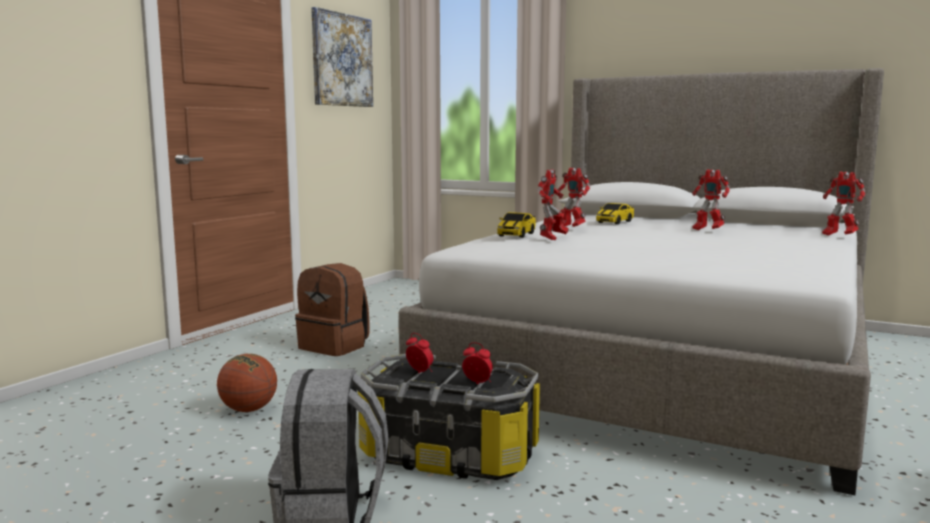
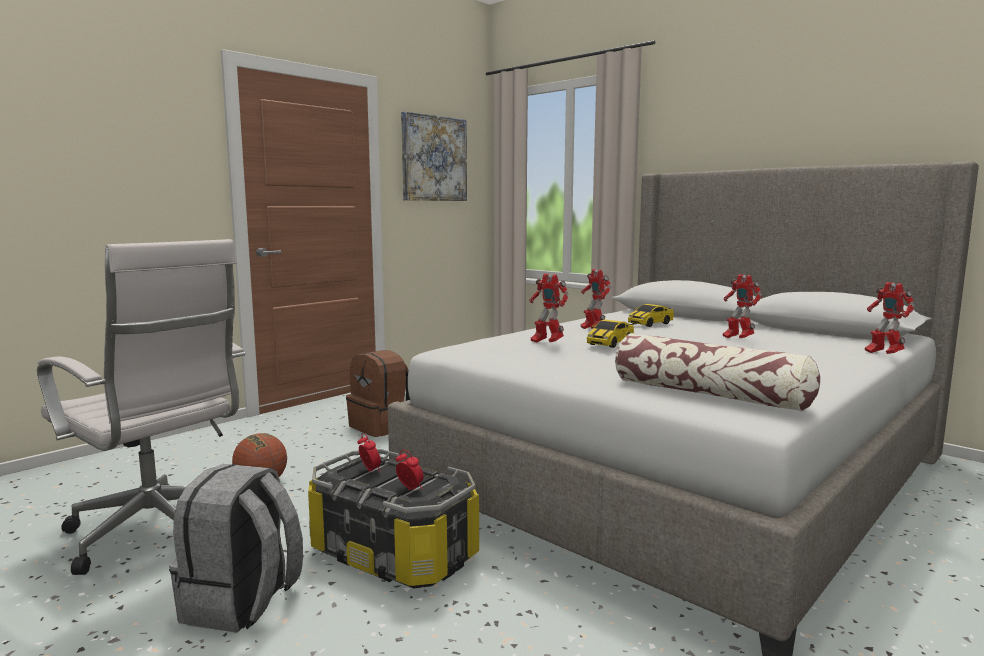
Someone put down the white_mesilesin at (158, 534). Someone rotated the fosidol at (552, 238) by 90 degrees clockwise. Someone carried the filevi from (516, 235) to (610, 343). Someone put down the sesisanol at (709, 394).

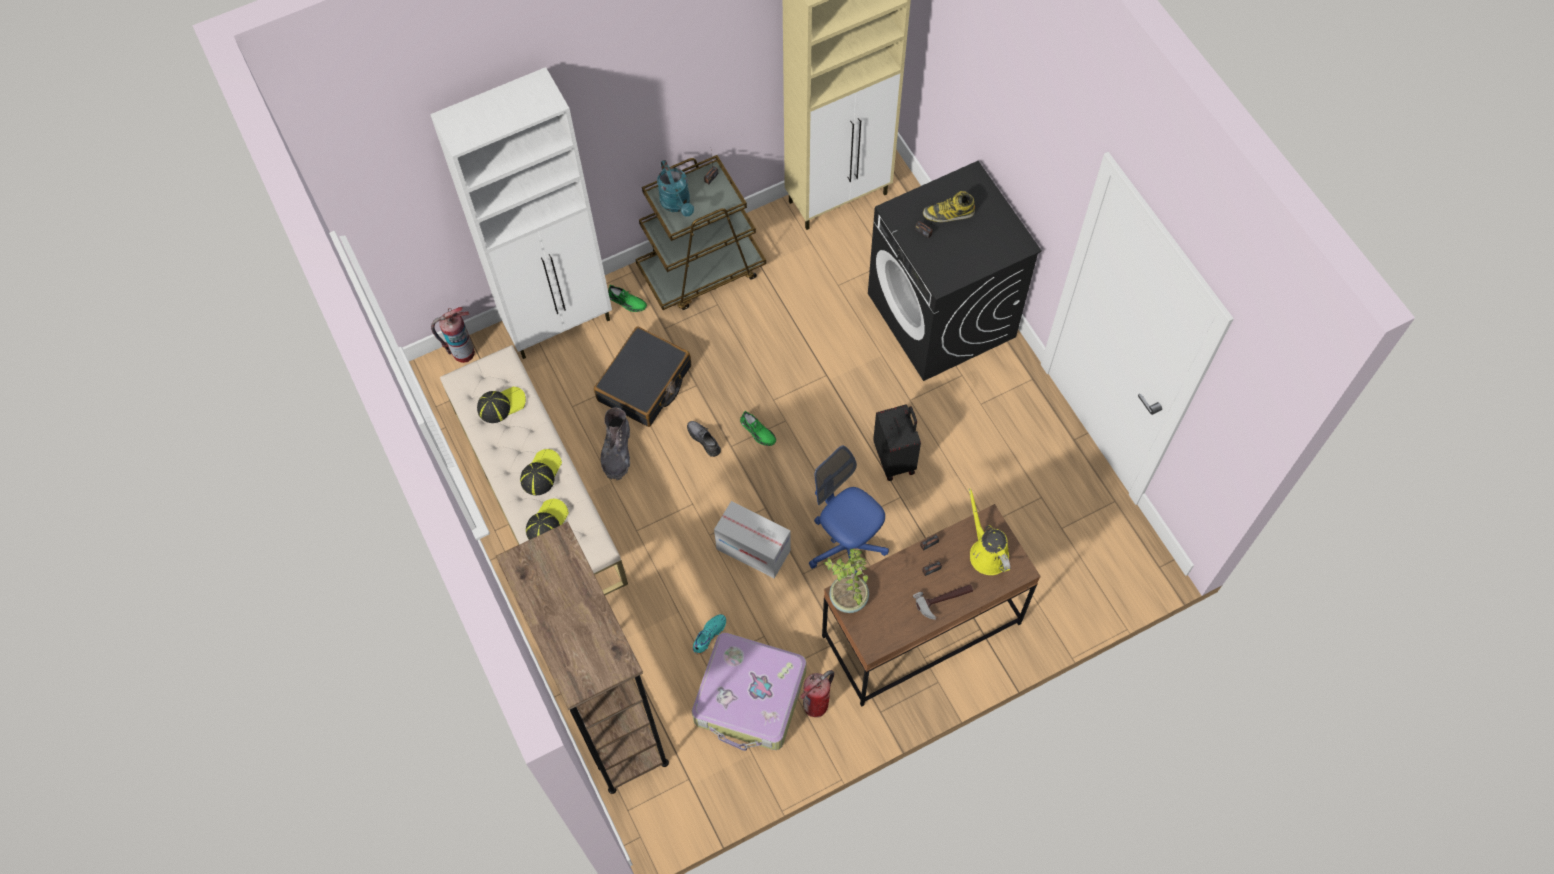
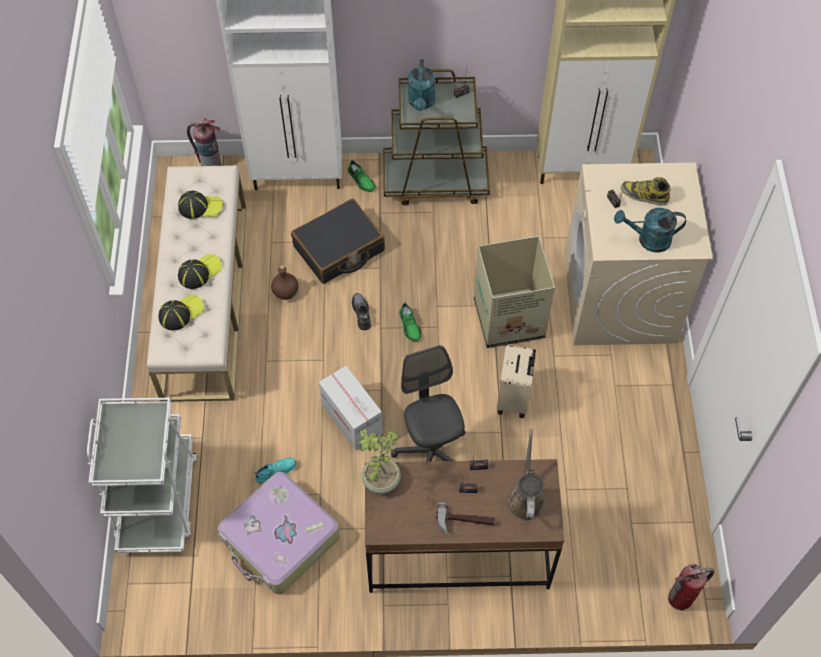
Someone swapped the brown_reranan at (609, 715) for the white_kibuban at (158, 498). Someone swapped the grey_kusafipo at (617, 451) for the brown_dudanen at (286, 292). Someone repainted the blue_mesilesin at (846, 547), which became the grey_mesilesin at (431, 453). Someone put down the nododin at (510, 318). Someone repainted the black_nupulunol at (895, 459), which became the beige_nupulunol at (514, 398). Someone repainted the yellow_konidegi at (986, 552), which became the brown_konidegi at (526, 497). Someone repainted the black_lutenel at (942, 316), which became the beige_lutenel at (619, 299). Someone put down the turquoise_konidegi at (648, 240). Someone carried the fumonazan from (816, 705) to (680, 599).

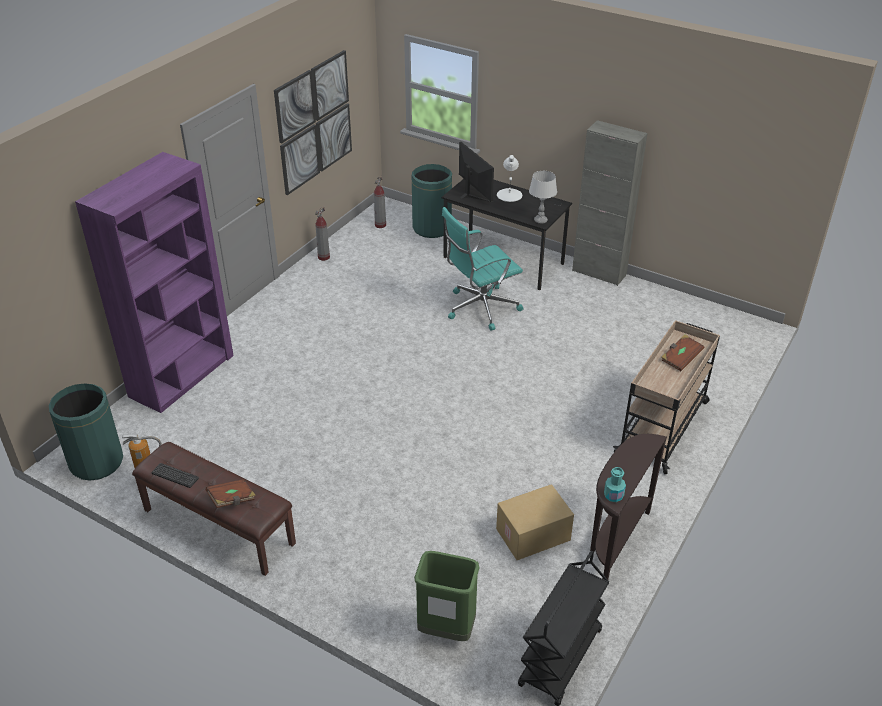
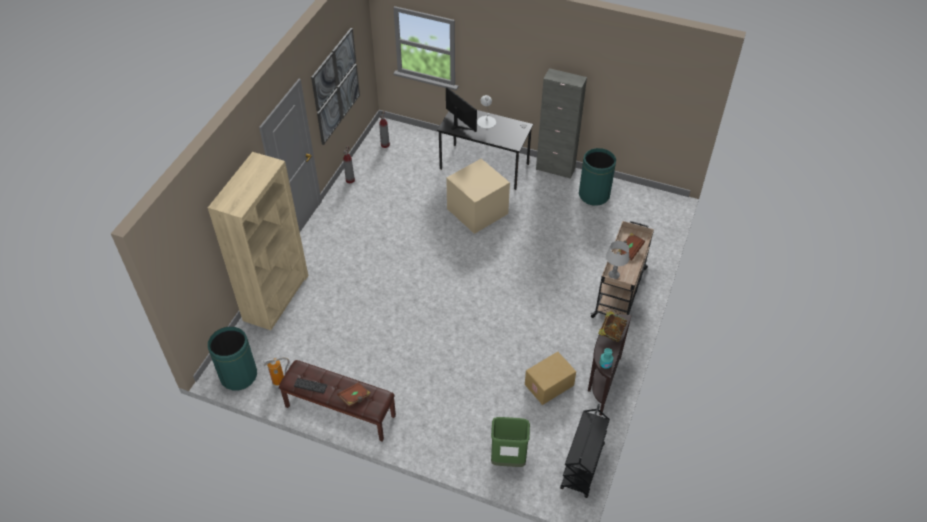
Someone repainted the purple_reranan at (182, 375), which became the beige_reranan at (276, 297). Someone swapped the turquoise_mesilesin at (480, 308) for the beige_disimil at (476, 211). Someone carried the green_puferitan from (432, 228) to (594, 195). Someone put down the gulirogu at (611, 332). Someone carried the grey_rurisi from (540, 220) to (614, 275).

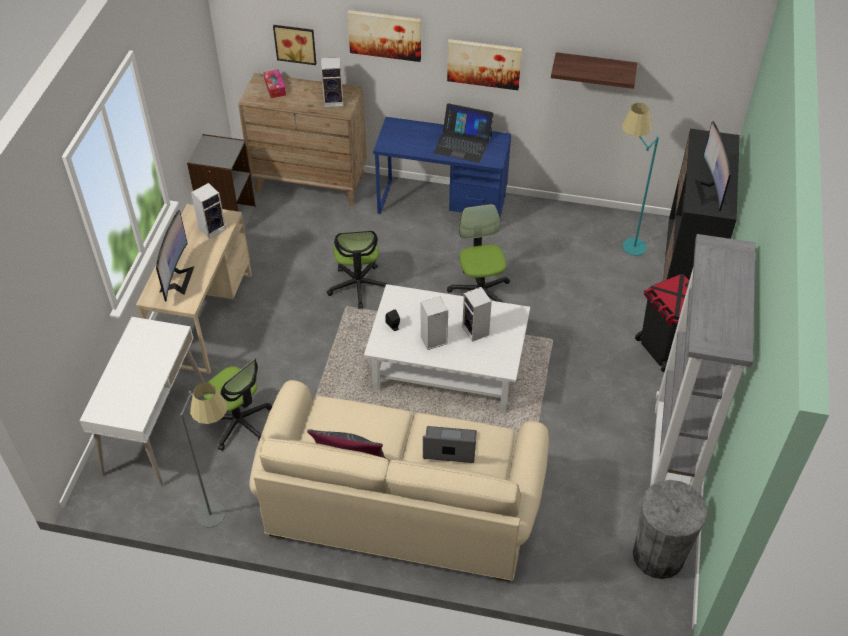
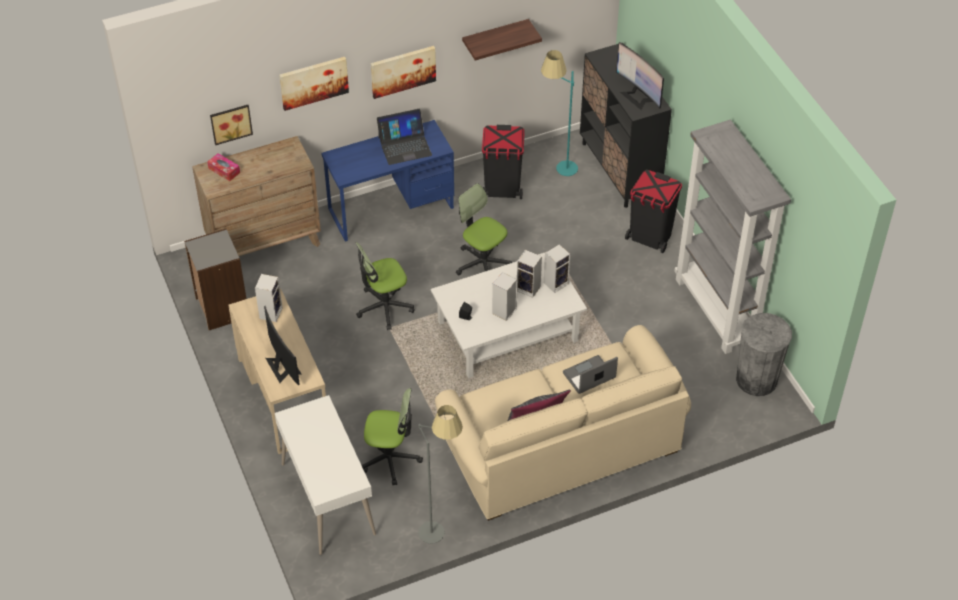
Someone rotated the mesilesin at (358, 286) by 105 degrees clockwise. Someone put down the black_puferitan at (502, 189). Someone carried the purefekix from (334, 100) to (556, 282).

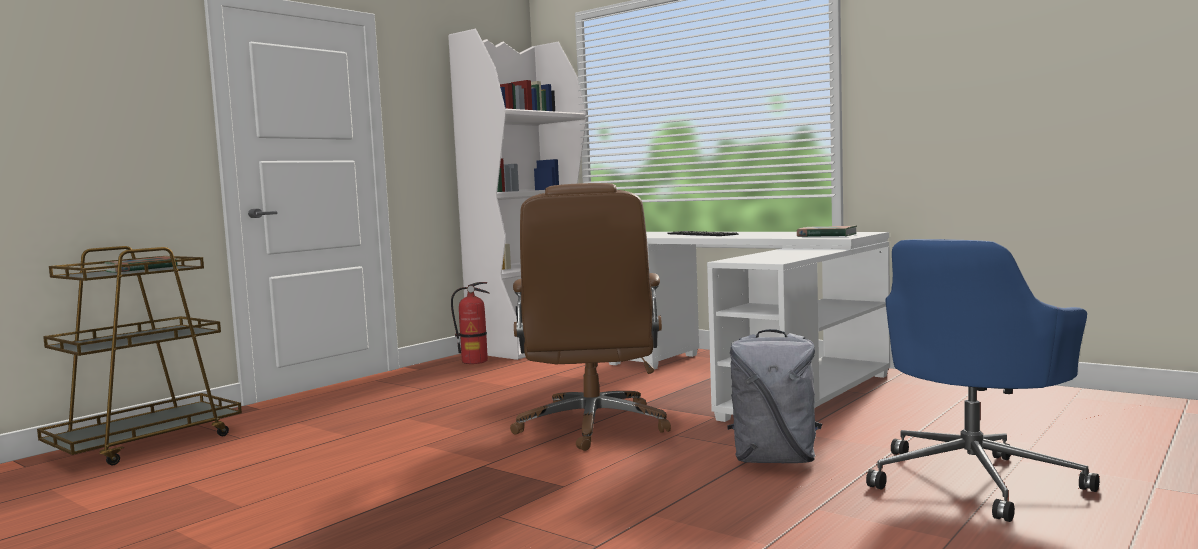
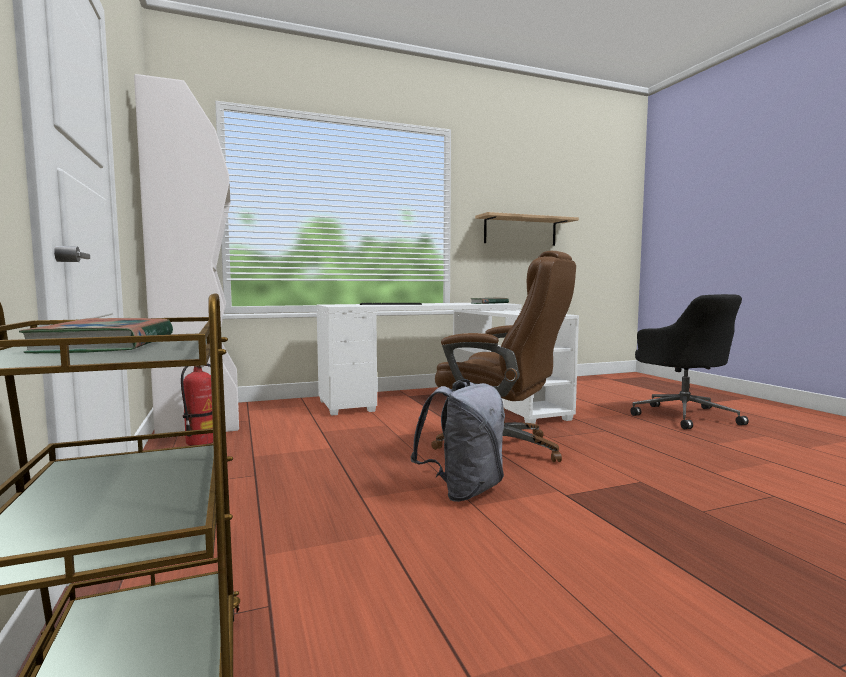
Someone carried the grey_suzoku from (775, 459) to (463, 491). Someone put up the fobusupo at (520, 231). Someone repainted the blue_mesilesin at (974, 479), which became the black_mesilesin at (683, 415).

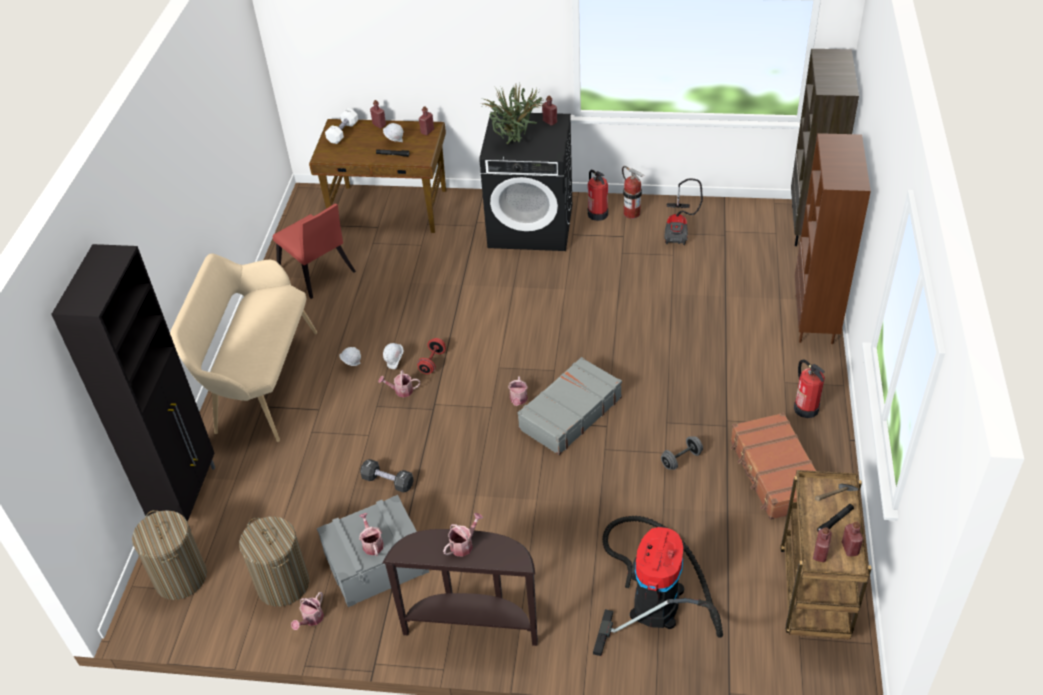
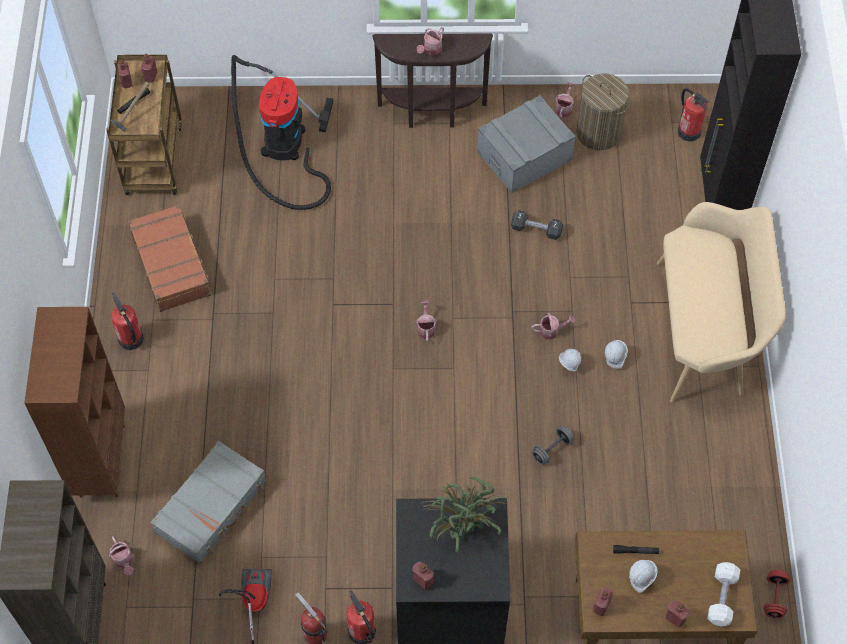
Someone carried the konidegi from (372, 543) to (124, 561). Someone carried the grey_nupulunol from (569, 413) to (212, 507). Someone carried the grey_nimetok from (681, 459) to (552, 450). Someone swapped the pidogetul at (180, 577) for the fumonazan at (688, 131). Someone carried the red_nimetok from (432, 362) to (774, 597). Someone took away the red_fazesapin at (318, 274).

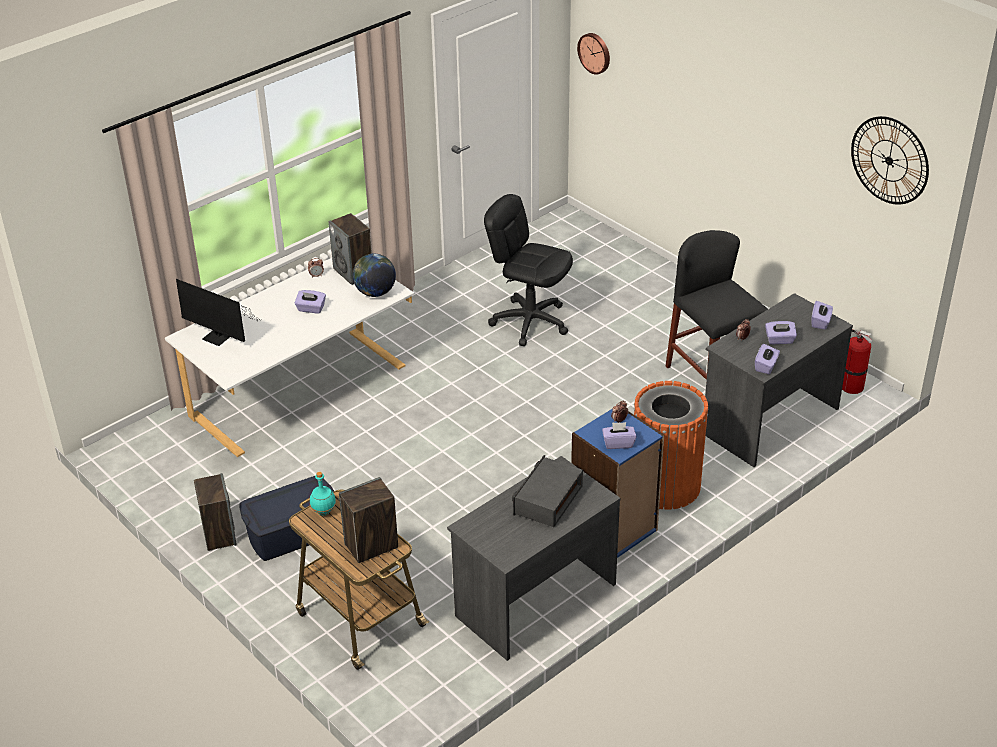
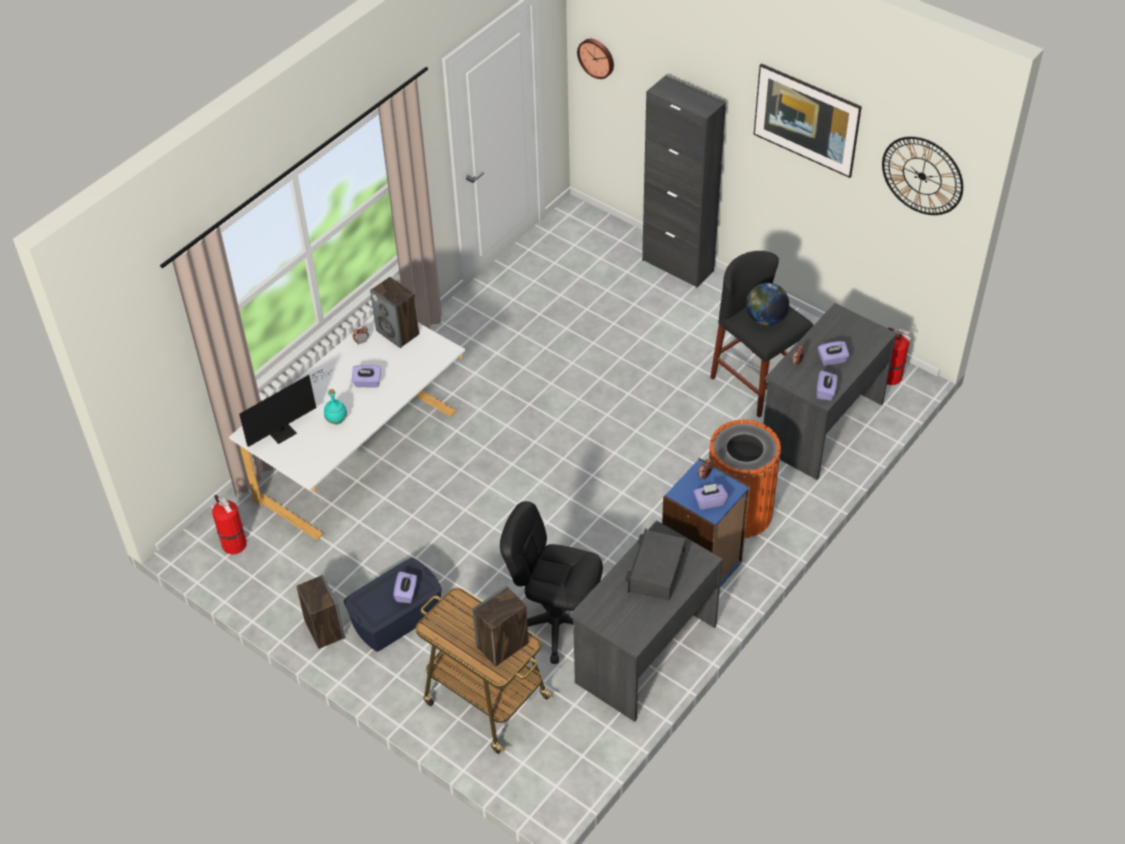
Someone put down the fumonazan at (233, 543). Someone rotated the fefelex at (220, 339) by 60 degrees counterclockwise. Someone carried the turquoise_dudanen from (324, 511) to (337, 420). Someone carried the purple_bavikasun from (820, 322) to (406, 593). Someone carried the black_mesilesin from (530, 321) to (556, 623). Someone put down the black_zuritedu at (678, 265). Someone carried the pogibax from (375, 293) to (765, 319). Someone put up the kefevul at (804, 137).

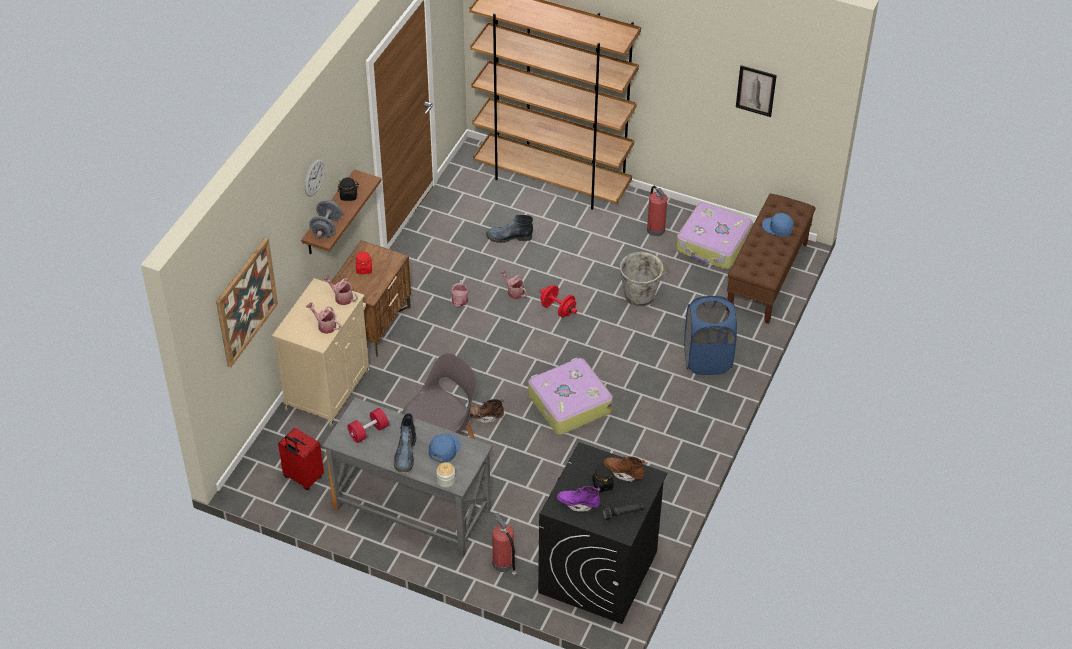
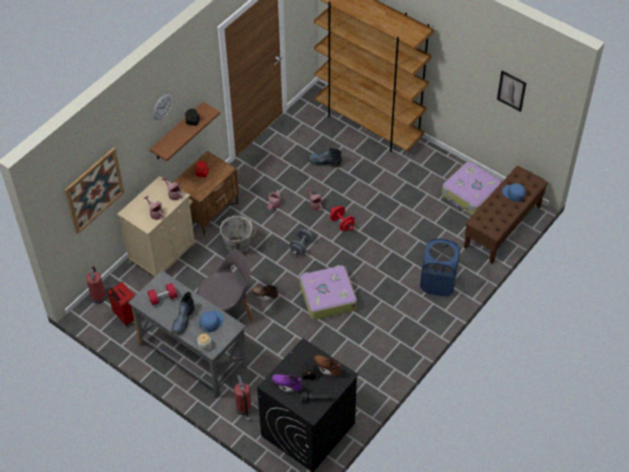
Someone carried the fumonazan from (655, 229) to (98, 297). Someone carried the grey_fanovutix from (641, 296) to (239, 247). Someone carried the grey_nimetok from (326, 228) to (301, 247).

